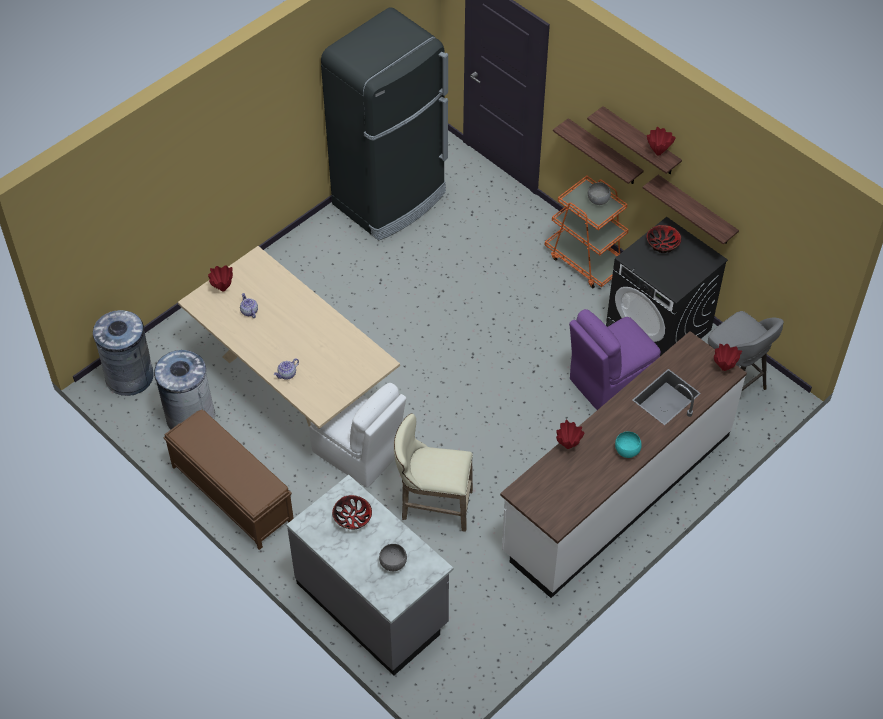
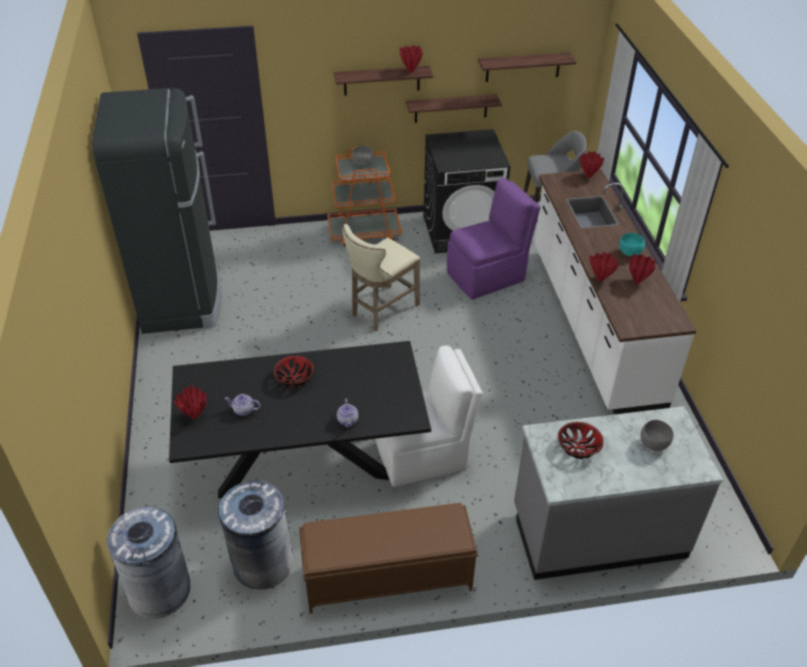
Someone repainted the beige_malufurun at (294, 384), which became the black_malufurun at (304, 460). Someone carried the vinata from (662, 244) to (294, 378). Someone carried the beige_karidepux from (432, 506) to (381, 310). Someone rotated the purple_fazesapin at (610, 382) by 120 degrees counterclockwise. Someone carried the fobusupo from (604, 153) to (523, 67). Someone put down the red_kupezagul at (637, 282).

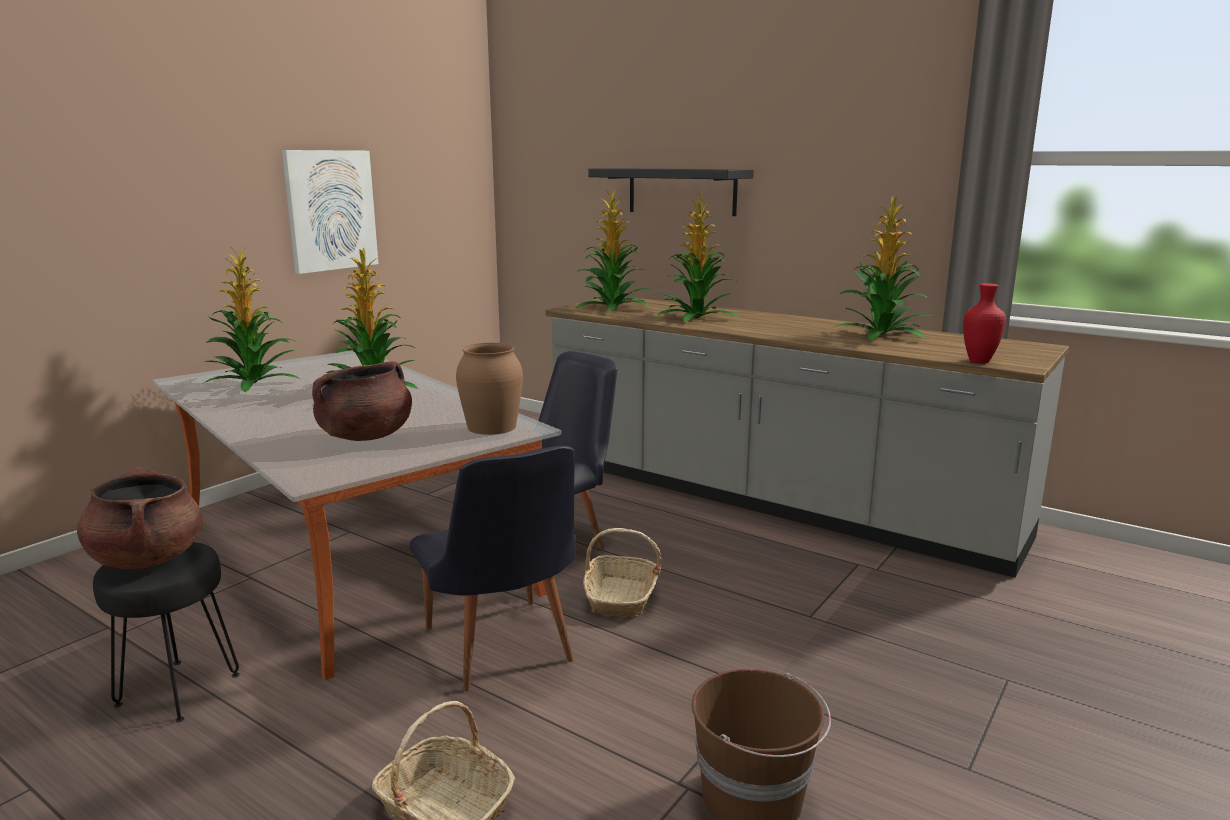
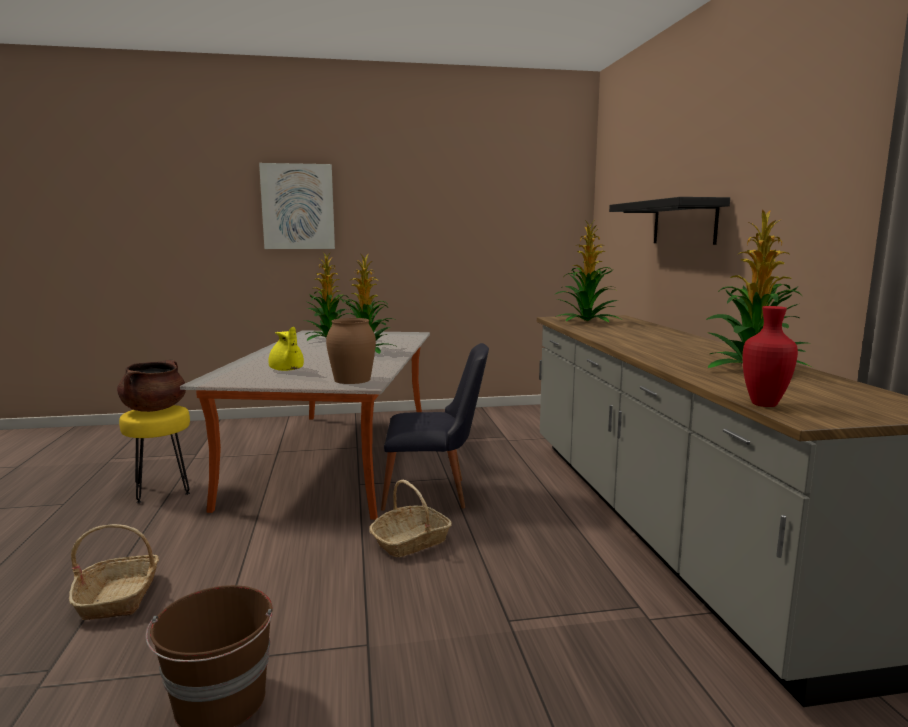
Someone repainted the black_karidepux at (176, 690), which became the yellow_karidepux at (161, 490). Someone carried the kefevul from (330, 210) to (298, 207). Someone swapped the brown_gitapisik at (365, 436) for the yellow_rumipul at (287, 370). Someone took away the black_fazesapin at (502, 652). Someone took away the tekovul at (695, 317).

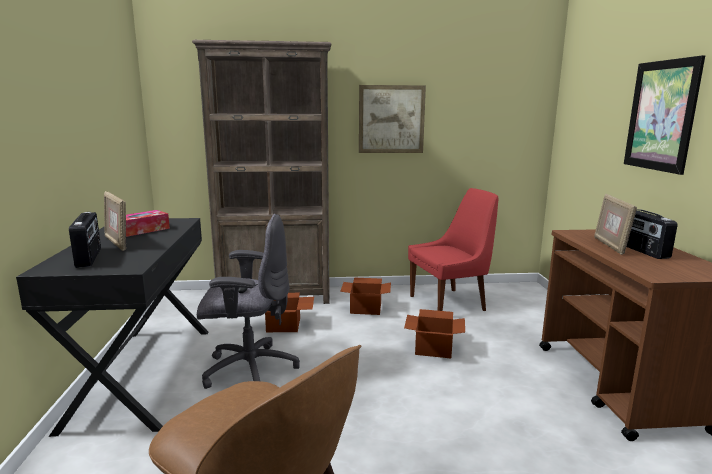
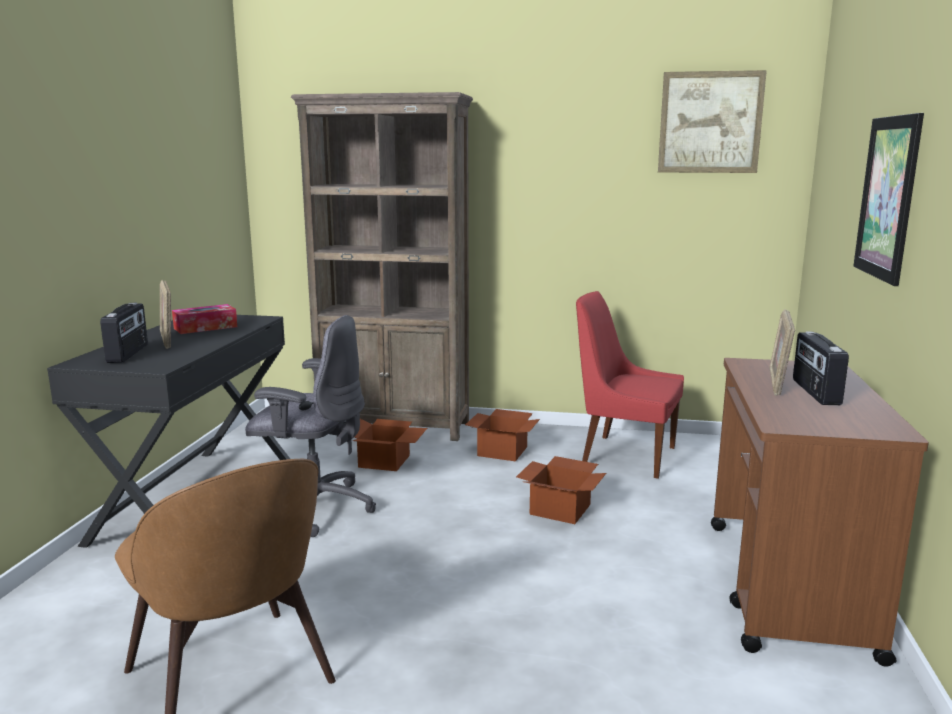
Someone rotated the red_fazesapin at (449, 303) by 150 degrees counterclockwise. Someone carried the kefevul from (391, 119) to (710, 122).

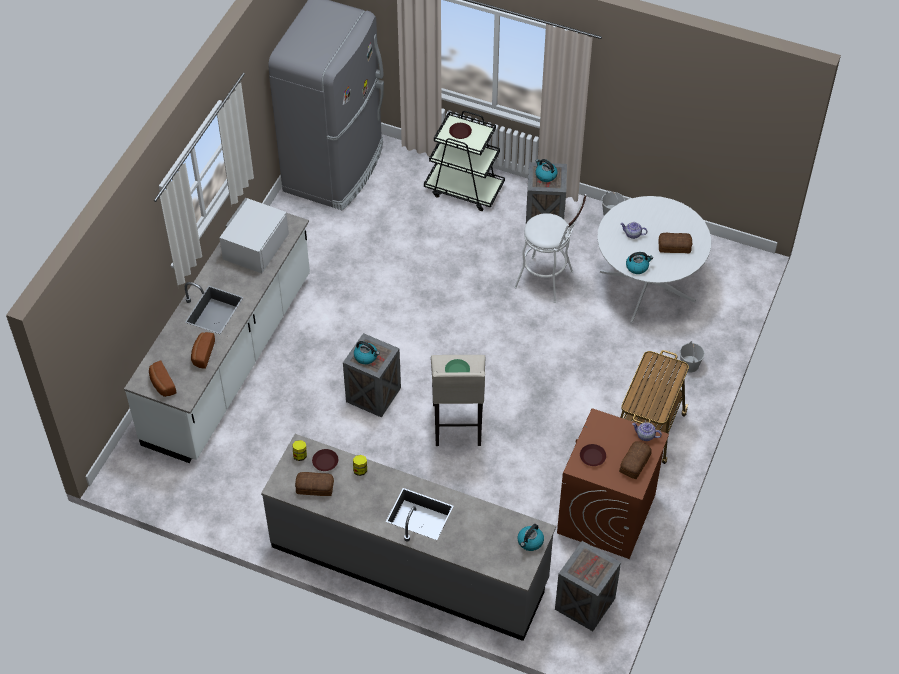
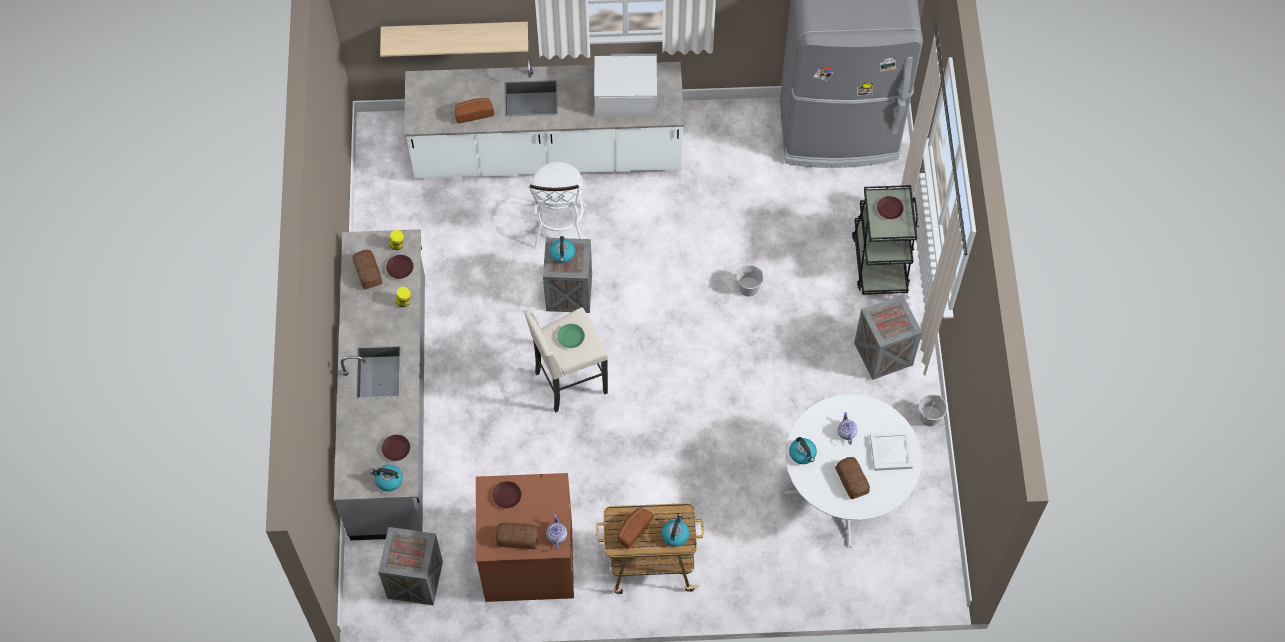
Someone put up the fobusupo at (455, 32). Someone put down the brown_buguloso at (396, 449). Someone carried the white_karidepux from (548, 281) to (559, 232). Someone carried the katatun from (161, 384) to (632, 529). Someone carried the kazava from (545, 175) to (675, 534). Someone carried the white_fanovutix from (690, 365) to (748, 287). Someone put down the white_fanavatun at (890, 452).

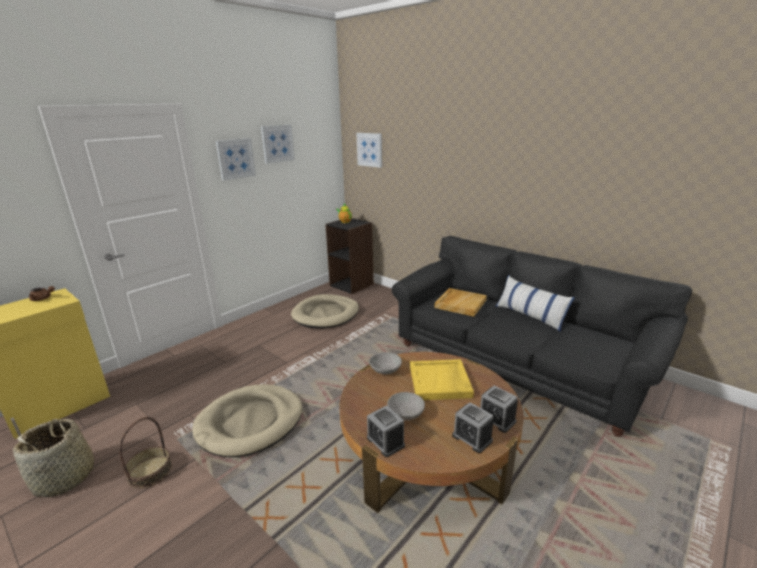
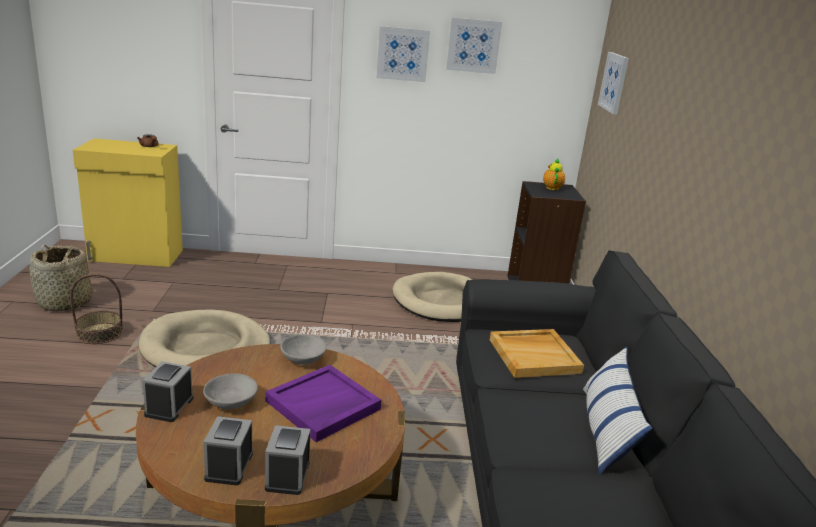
Someone repainted the yellow_fanavatun at (440, 382), which became the purple_fanavatun at (323, 406).

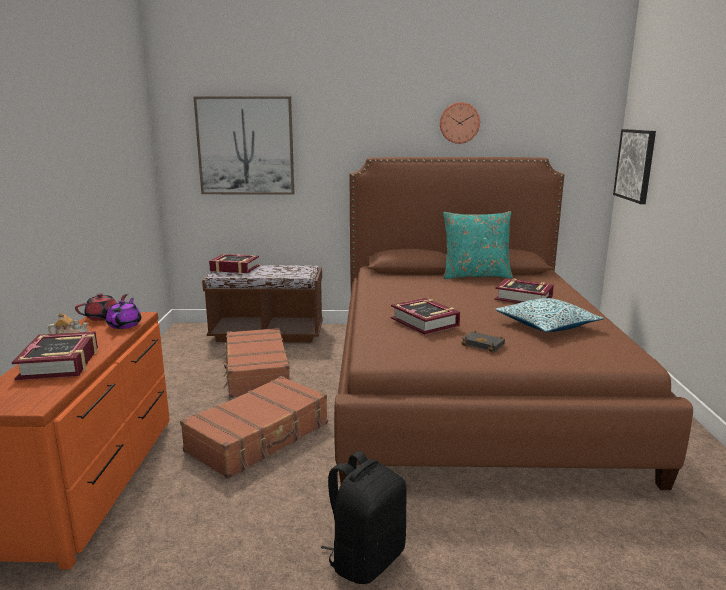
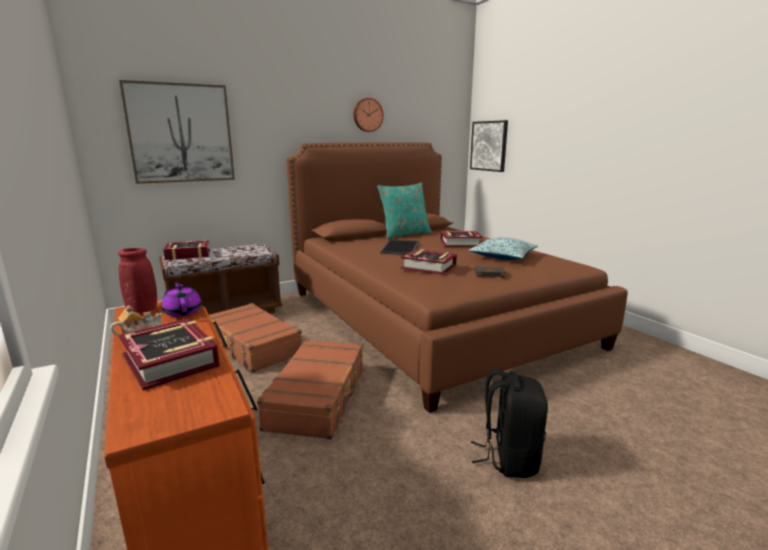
Someone swapped the red_rumipul at (104, 317) for the red_kupezagul at (142, 310). Someone put down the fanavatun at (401, 248).

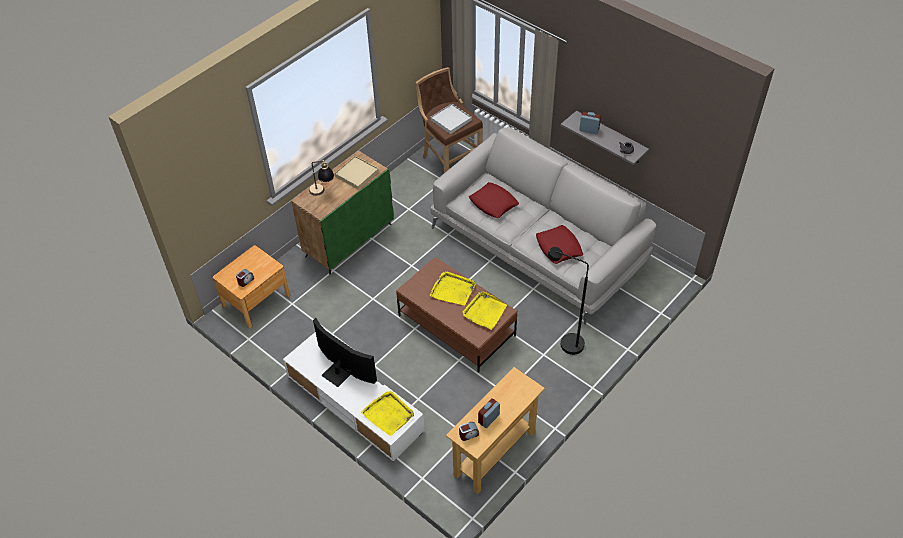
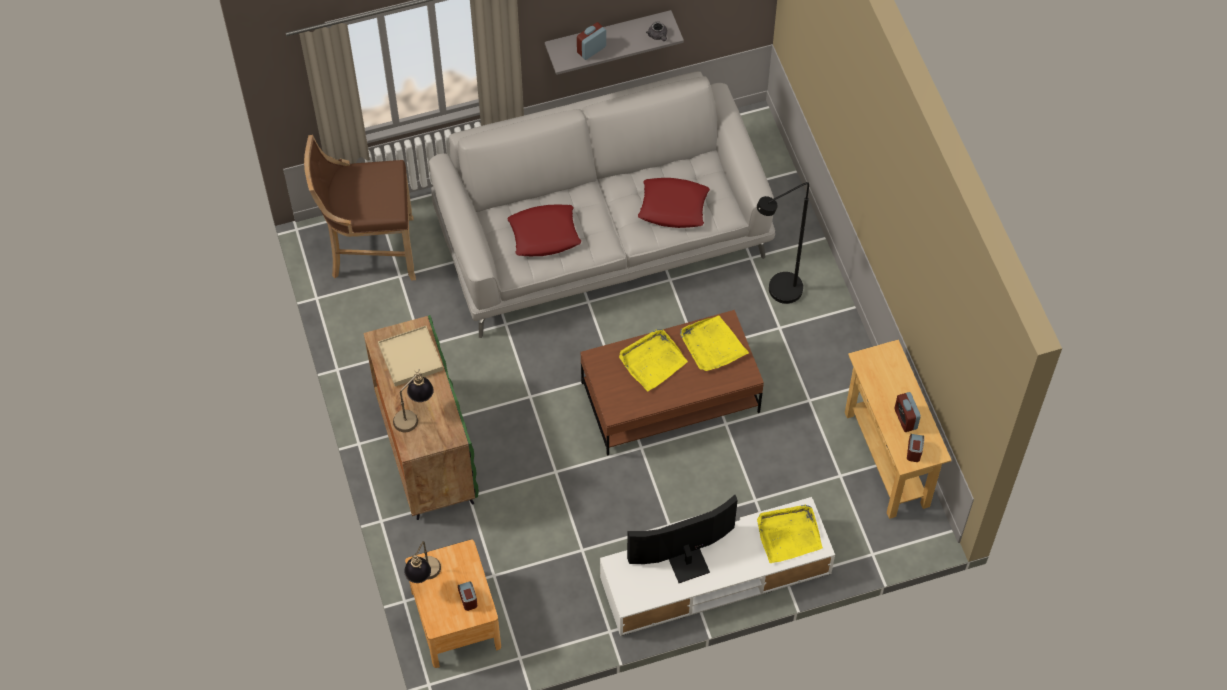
Someone put down the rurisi at (424, 577). Someone took away the white_fanavatun at (451, 120).

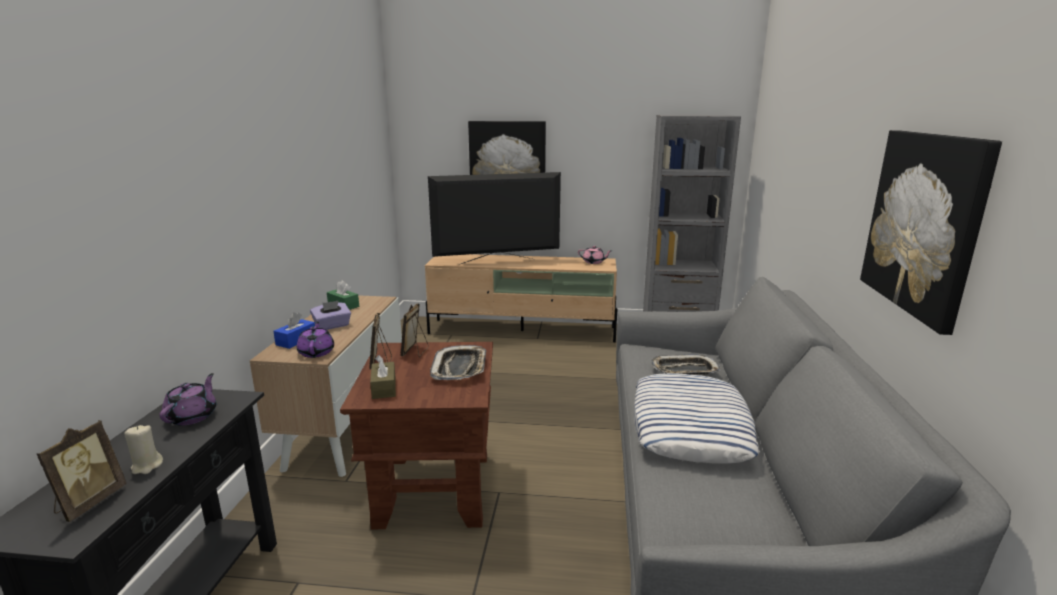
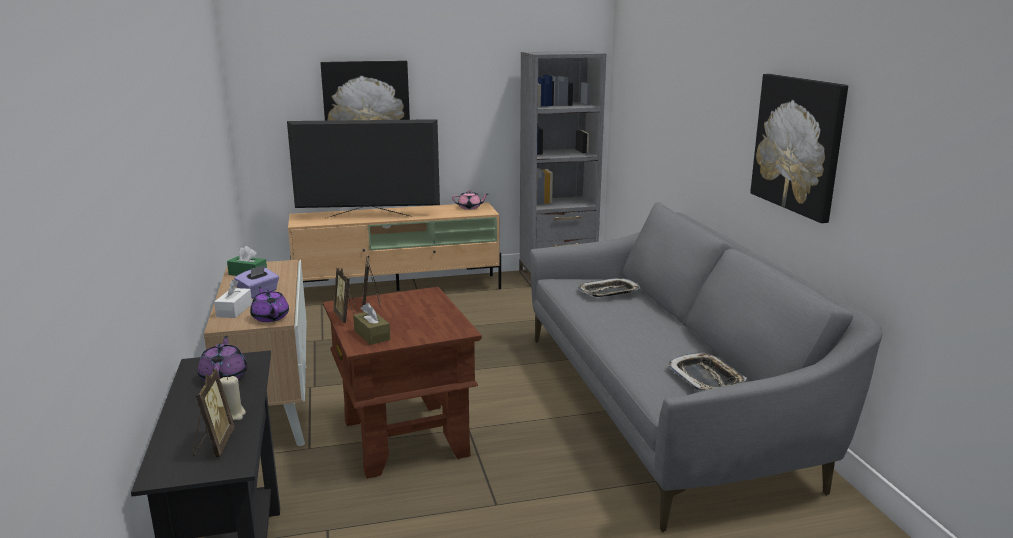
Someone repainted the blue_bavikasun at (296, 340), which became the white_bavikasun at (234, 310). Someone rotated the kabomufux at (497, 262) by 150 degrees counterclockwise. Someone carried the fanavatun from (460, 368) to (705, 378). Someone took away the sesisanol at (690, 426).

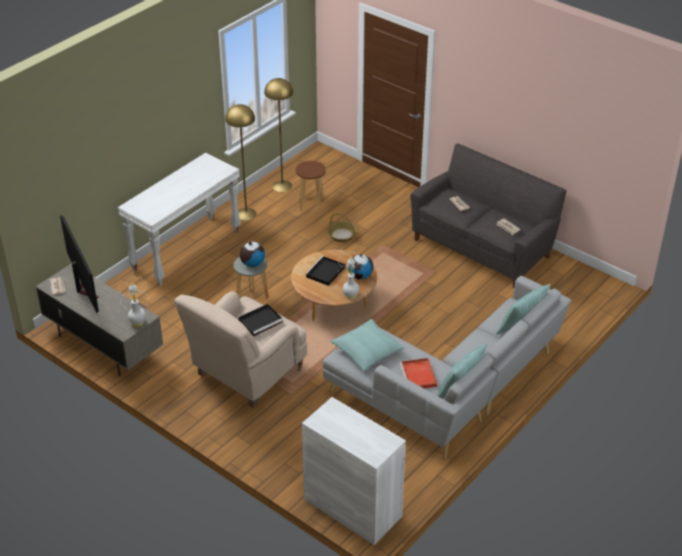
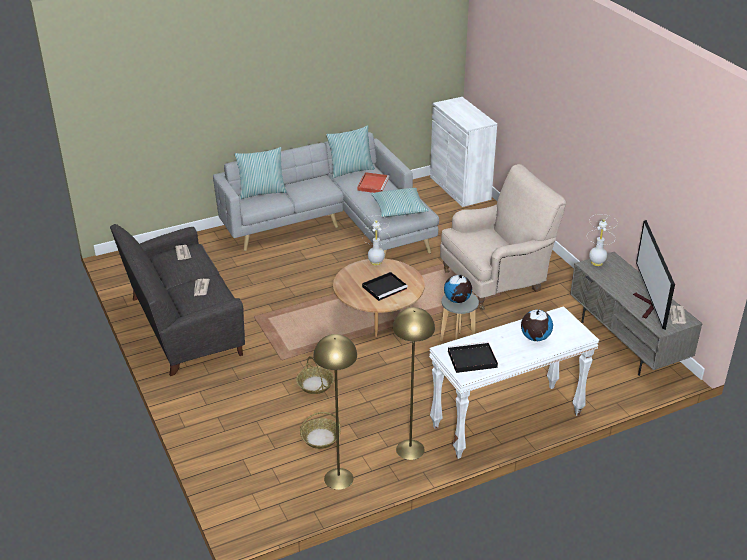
Someone swapped the brown_karidepux at (311, 203) for the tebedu at (320, 438). Someone carried the black_fanavatun from (261, 321) to (471, 359). Someone carried the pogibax from (360, 276) to (535, 337).

